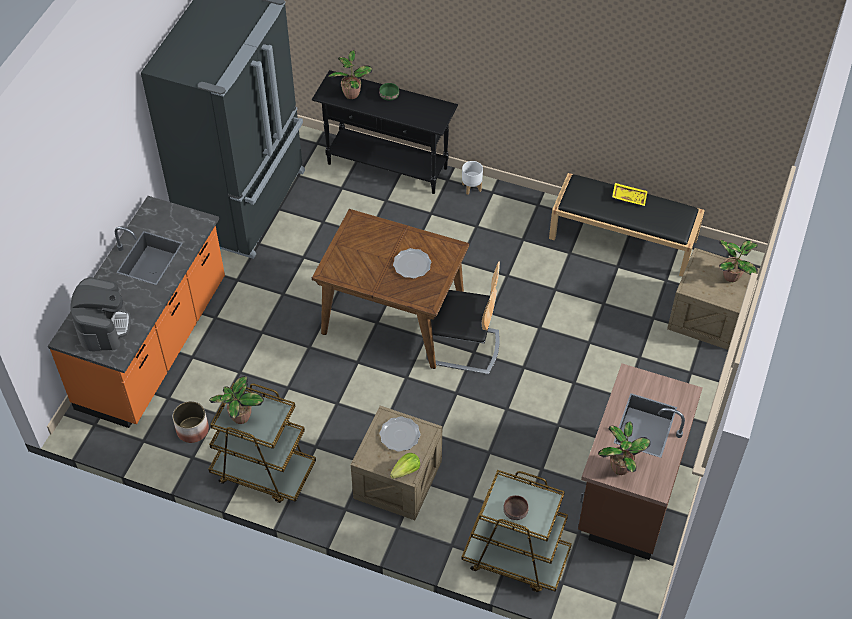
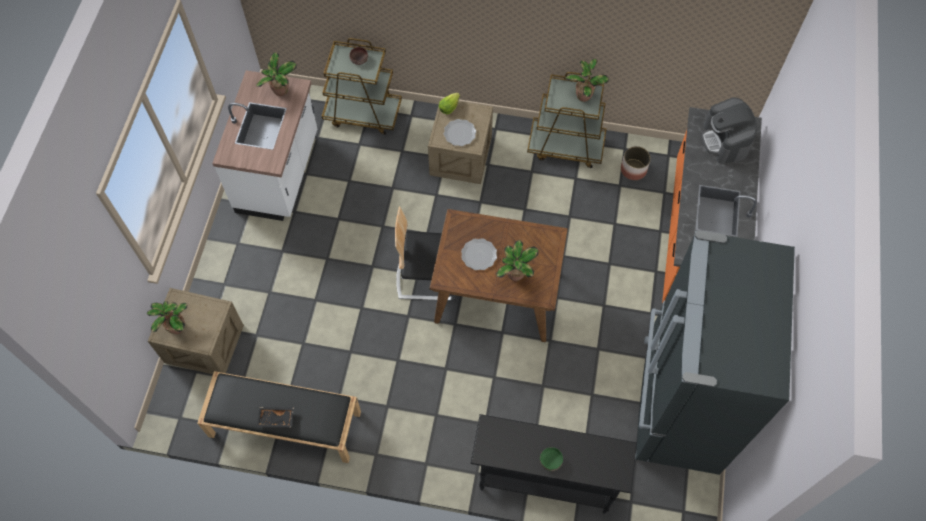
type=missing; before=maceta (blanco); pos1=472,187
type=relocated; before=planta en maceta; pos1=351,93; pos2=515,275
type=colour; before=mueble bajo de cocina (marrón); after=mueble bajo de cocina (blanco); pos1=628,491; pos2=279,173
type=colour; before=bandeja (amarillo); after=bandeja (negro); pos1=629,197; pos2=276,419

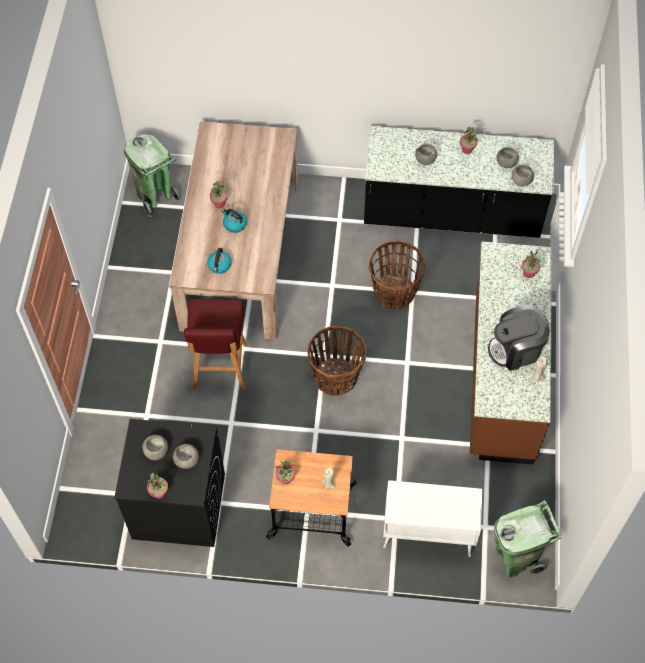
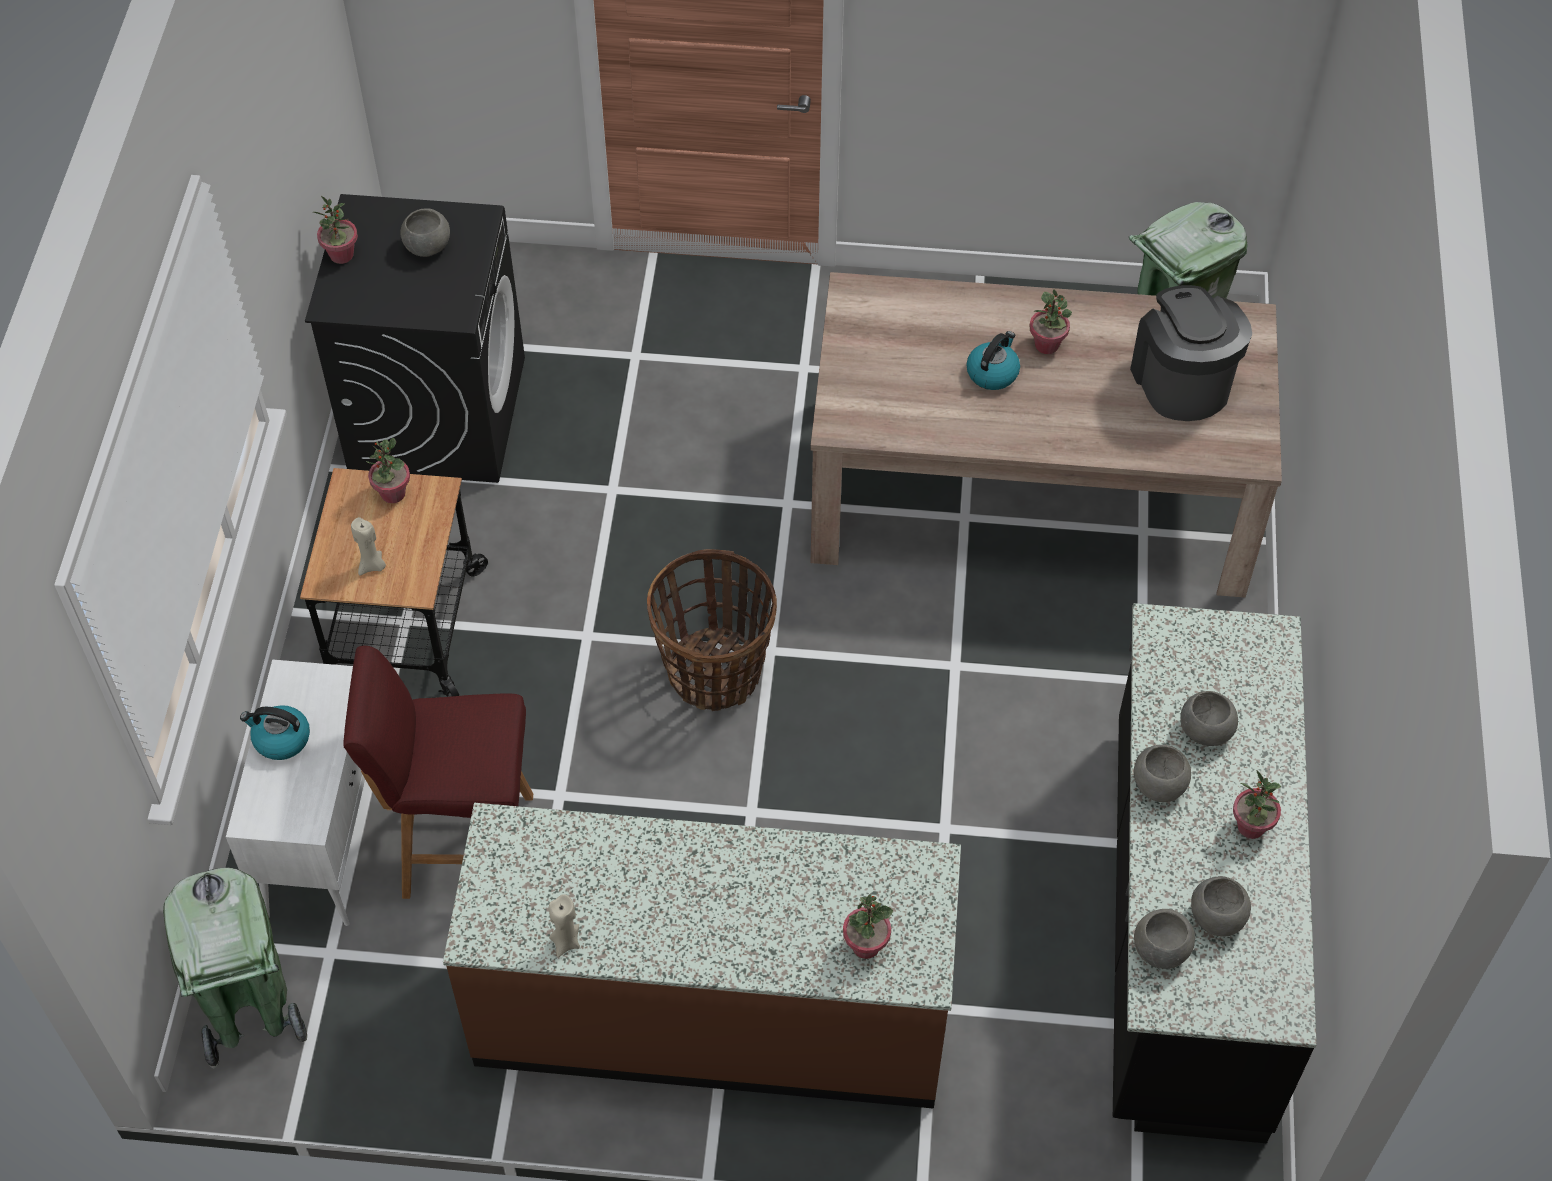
type=missing; before=cesta; pos1=394,293
type=relocated; before=cuenco (gris); pos1=186,461; pos2=1158,785
type=relocated; before=taburete (rojo); pos1=220,367; pos2=463,845
type=relocated; before=hervidor; pos1=219,265; pos2=281,739
type=relocated; before=cafetera; pos1=516,349; pos2=1181,381

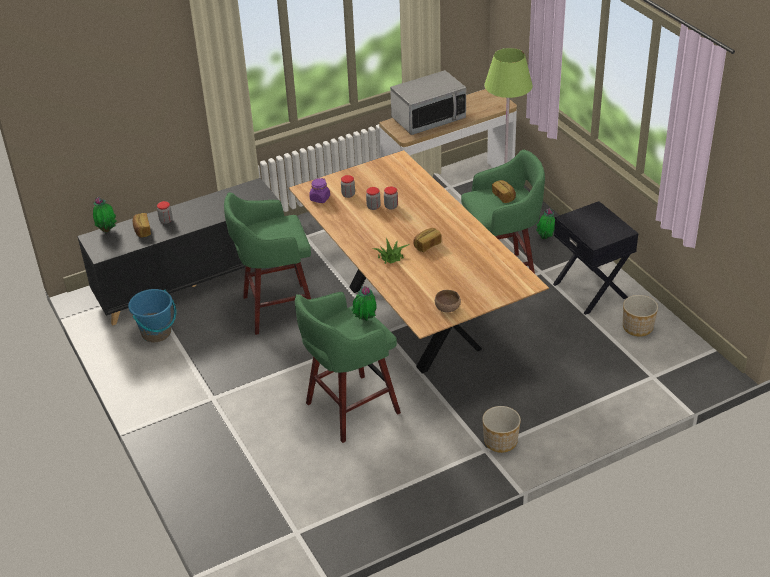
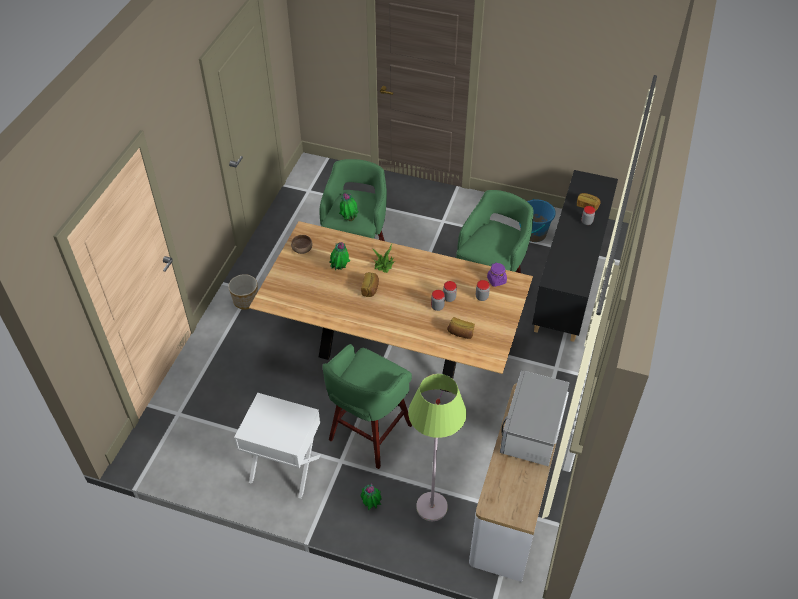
type=missing; before=maceta; pos1=638,327
type=relocated; before=planta en maceta; pos1=107,230; pos2=340,269
type=relocated; before=pan; pos1=504,197; pos2=460,333
type=colour; before=mesita de noche (negro); after=mesita de noche (blanco); pos1=591,290; pos2=284,469

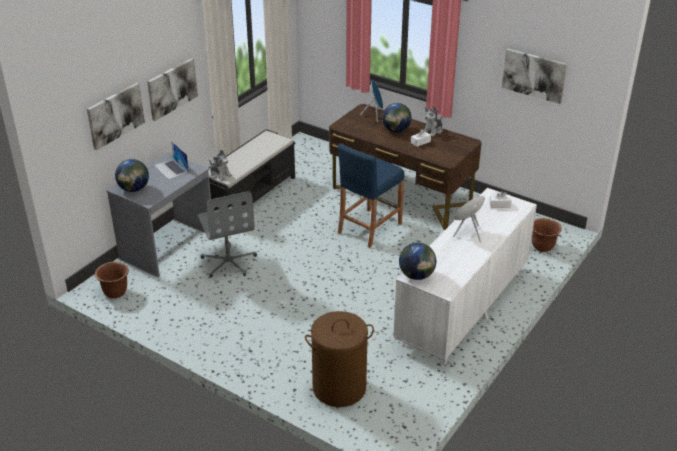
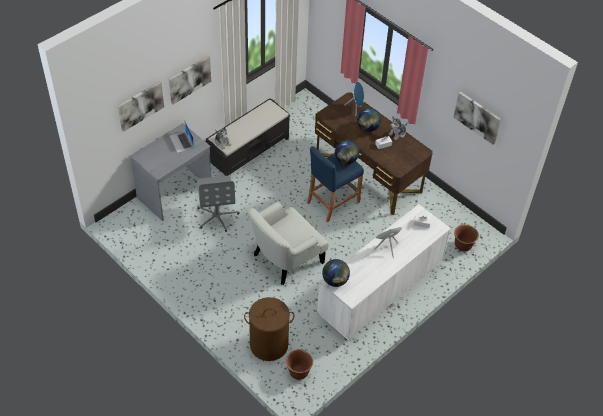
type=appeared; after=sillón (blanco); pos2=286,258
type=relocated; before=maceta (marrón); pos1=115,292; pos2=298,372
type=relocated; before=globo terráqueo; pos1=134,189; pos2=346,160

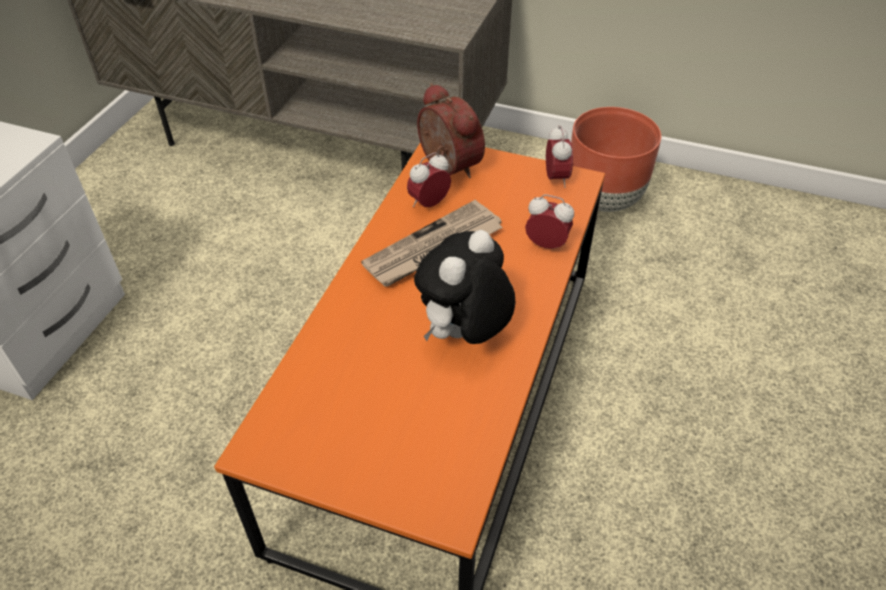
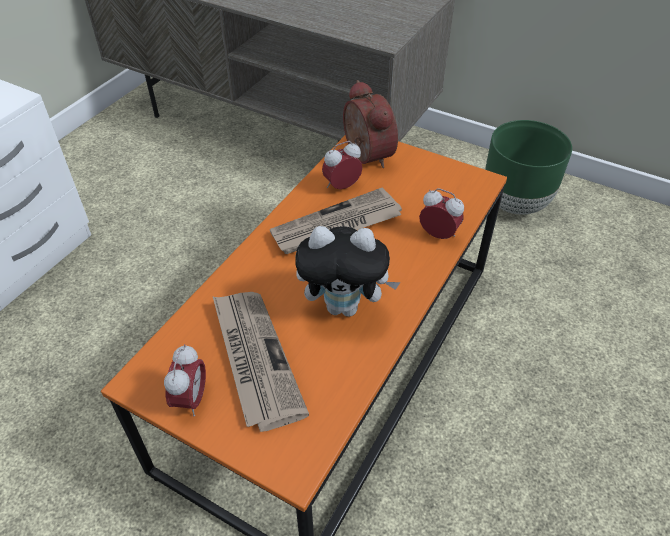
type=appeared; after=periódico; pos2=254,358
type=relocated; before=despertador; pos1=556,178; pos2=191,399
type=colour; before=maceta (marrón); after=maceta (verde); pos1=604,199; pos2=516,203
type=spun; before=peluche; pos1=464,335; pos2=345,306; turn=-135

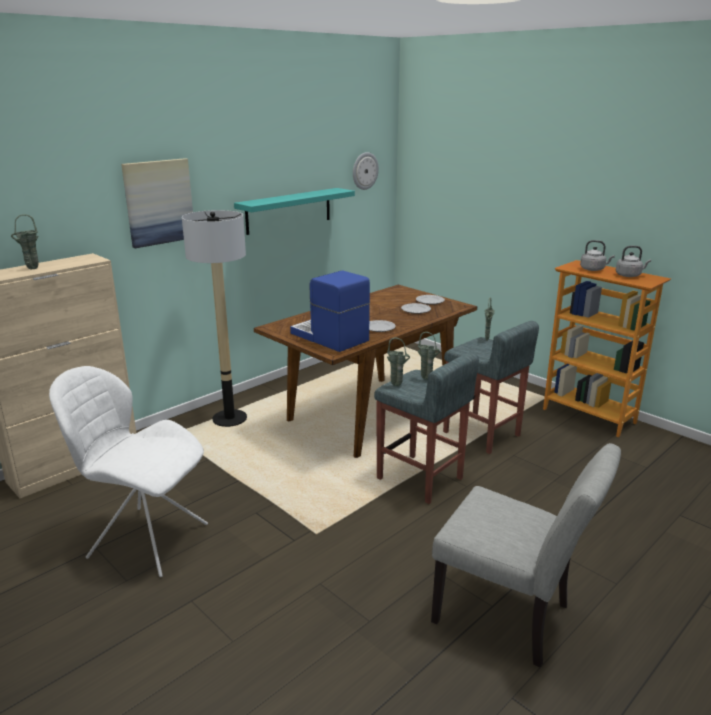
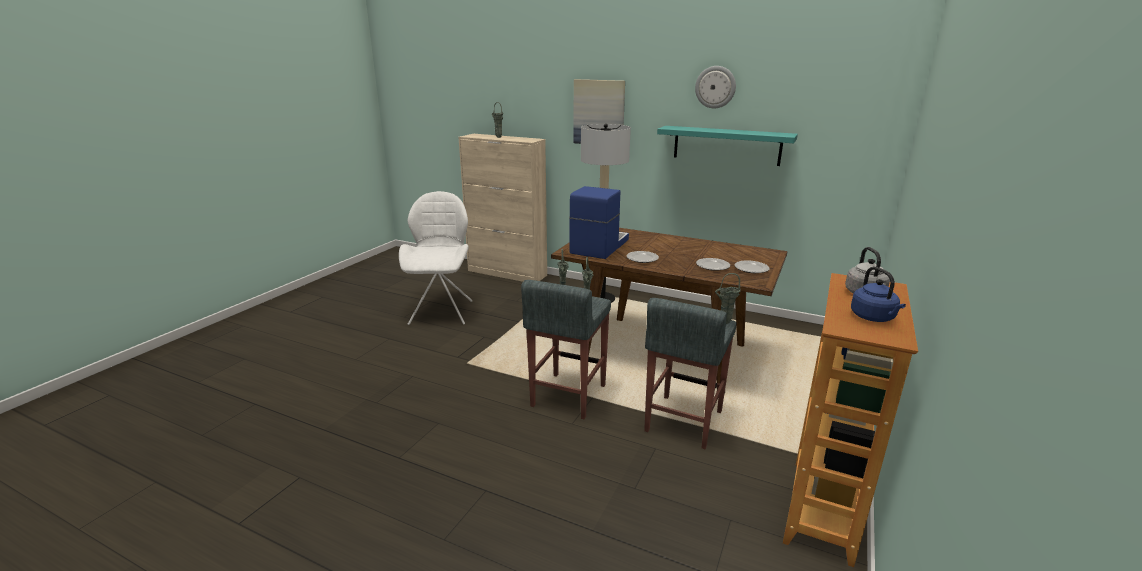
type=missing; before=silla (gris); pos1=511,618
type=relocated; before=reloj de pared; pos1=364,171; pos2=715,87
type=colour; before=hervidor (gris); after=hervidor (azul); pos1=629,275; pos2=874,318

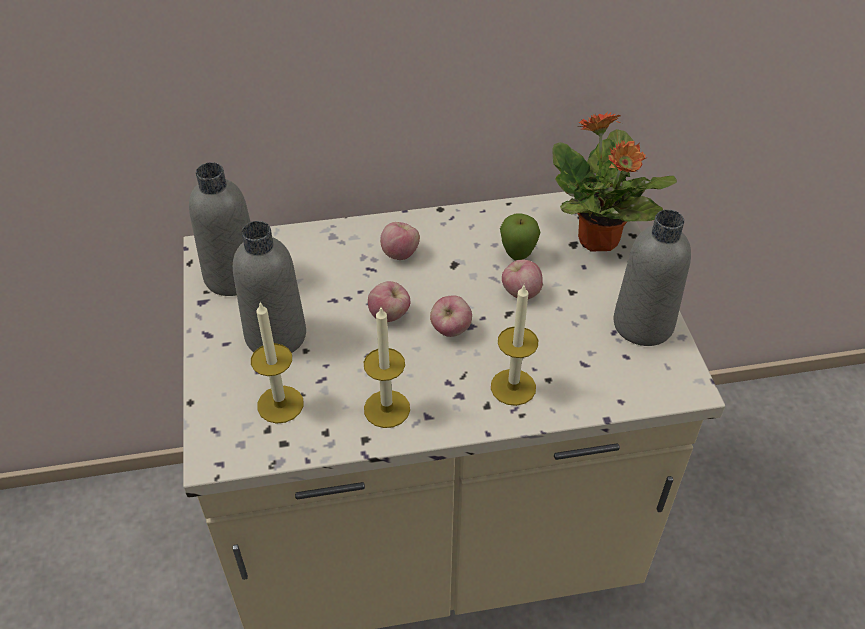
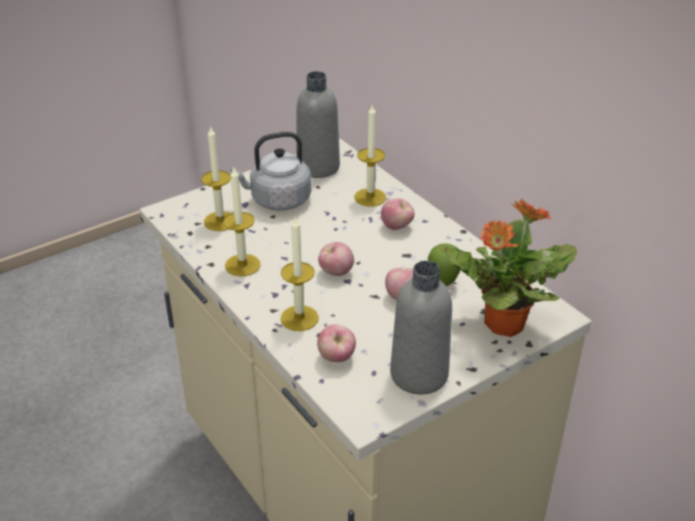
type=appeared; after=vela; pos2=370,197
type=relocated; before=manzana; pos1=389,315; pos2=336,358
type=exchanged; before=botella (gris); after=hervidor (gris); pos1=275,335; pos2=277,200

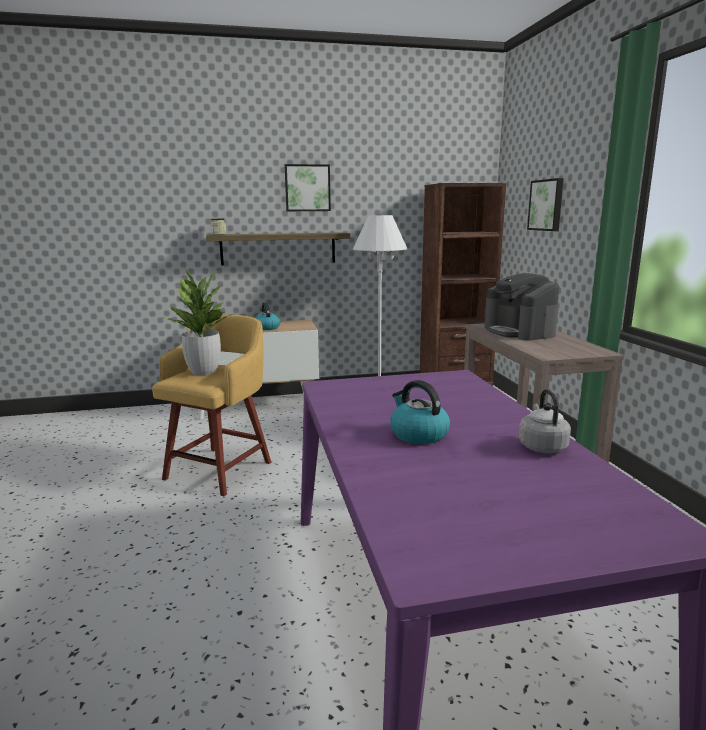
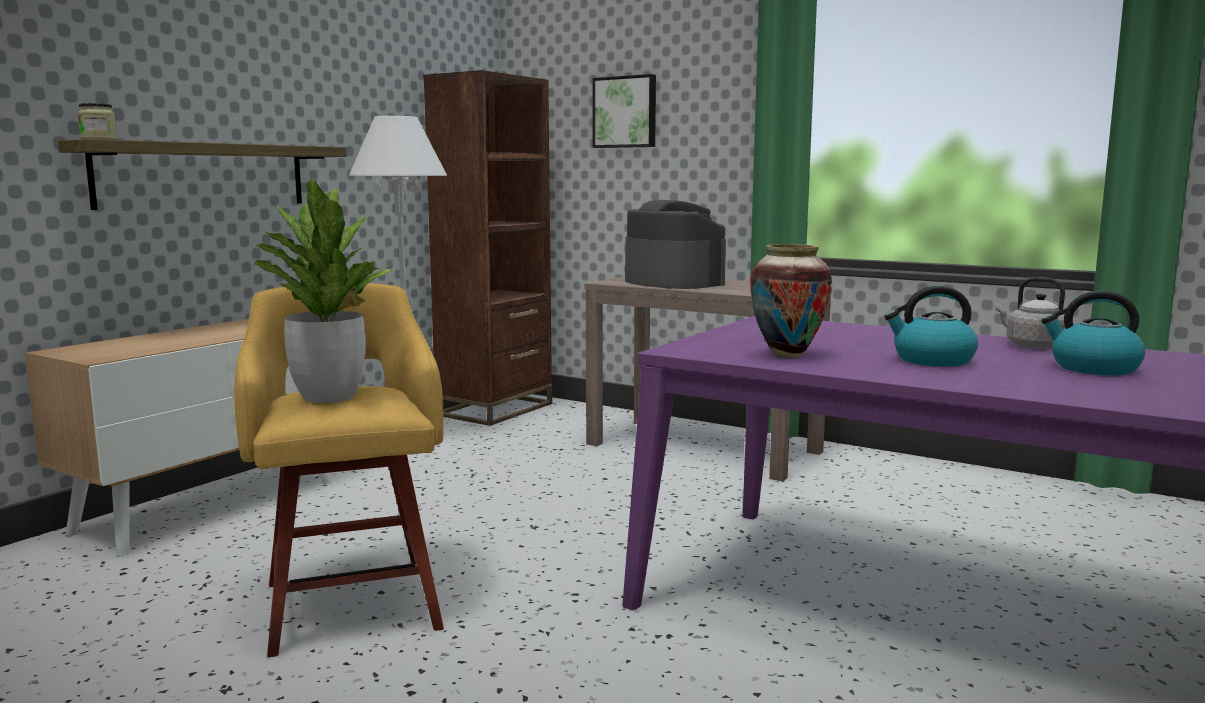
type=missing; before=cuadro; pos1=307,188
type=appeared; after=florero; pos2=787,355
type=relocated; before=hervidor; pos1=266,328; pos2=1093,368
type=spun; before=cafetera; pos1=519,332; pos2=672,282; turn=-150

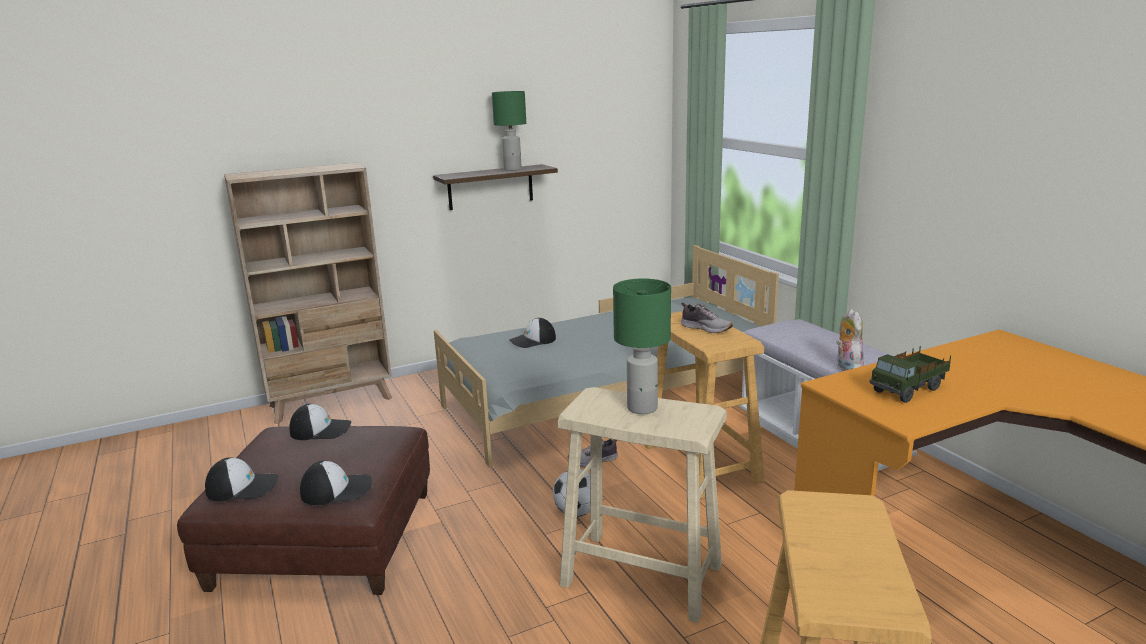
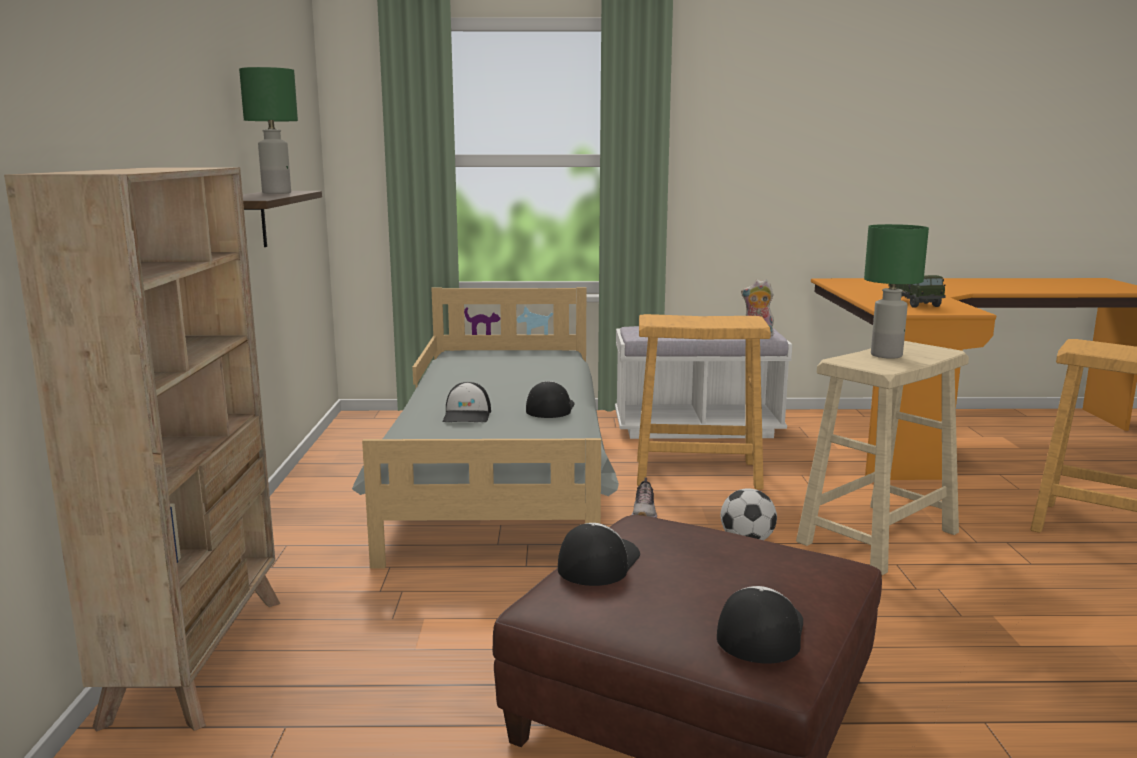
type=missing; before=zapato; pos1=706,328
type=relocated; before=gorra; pos1=337,489; pos2=549,408

